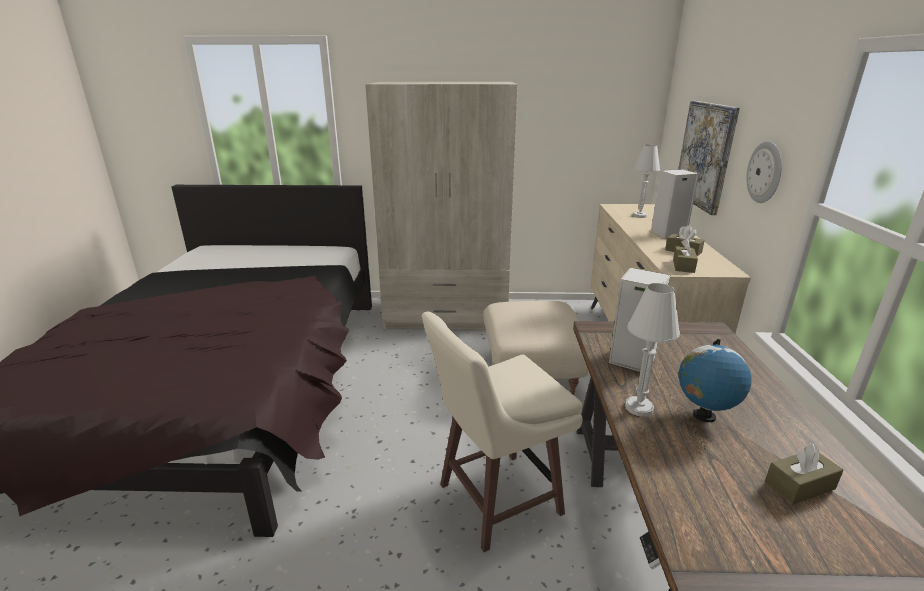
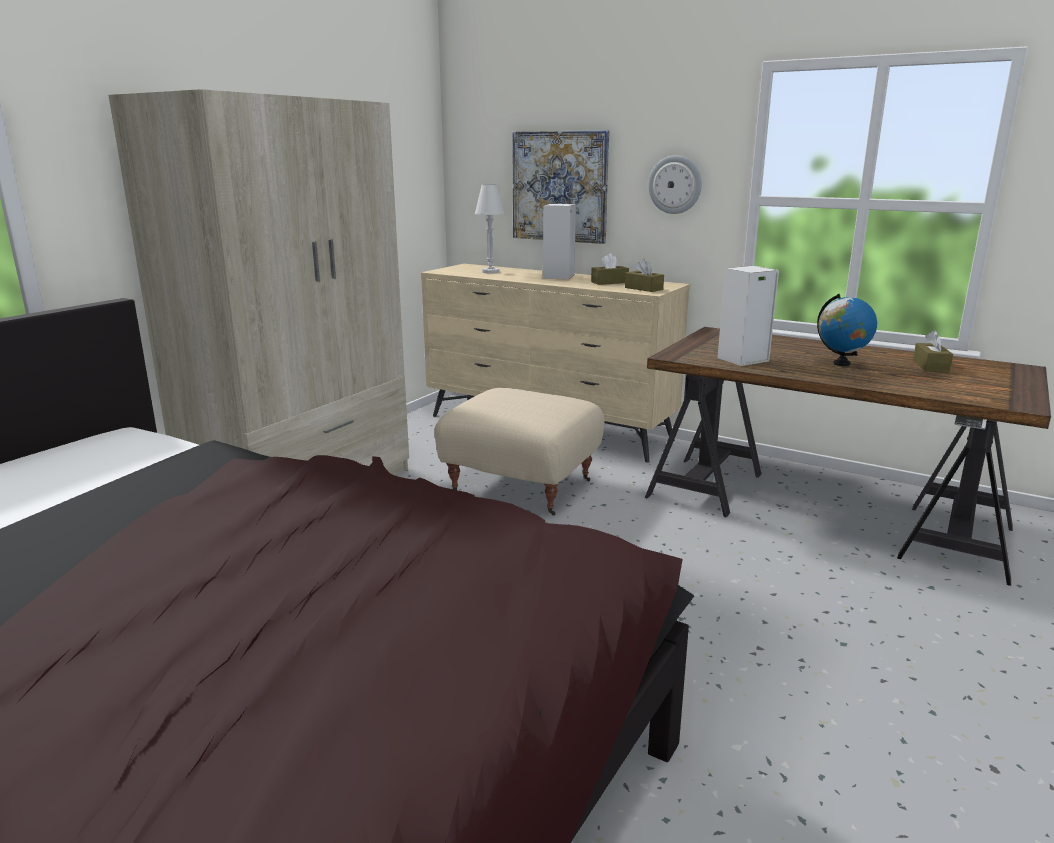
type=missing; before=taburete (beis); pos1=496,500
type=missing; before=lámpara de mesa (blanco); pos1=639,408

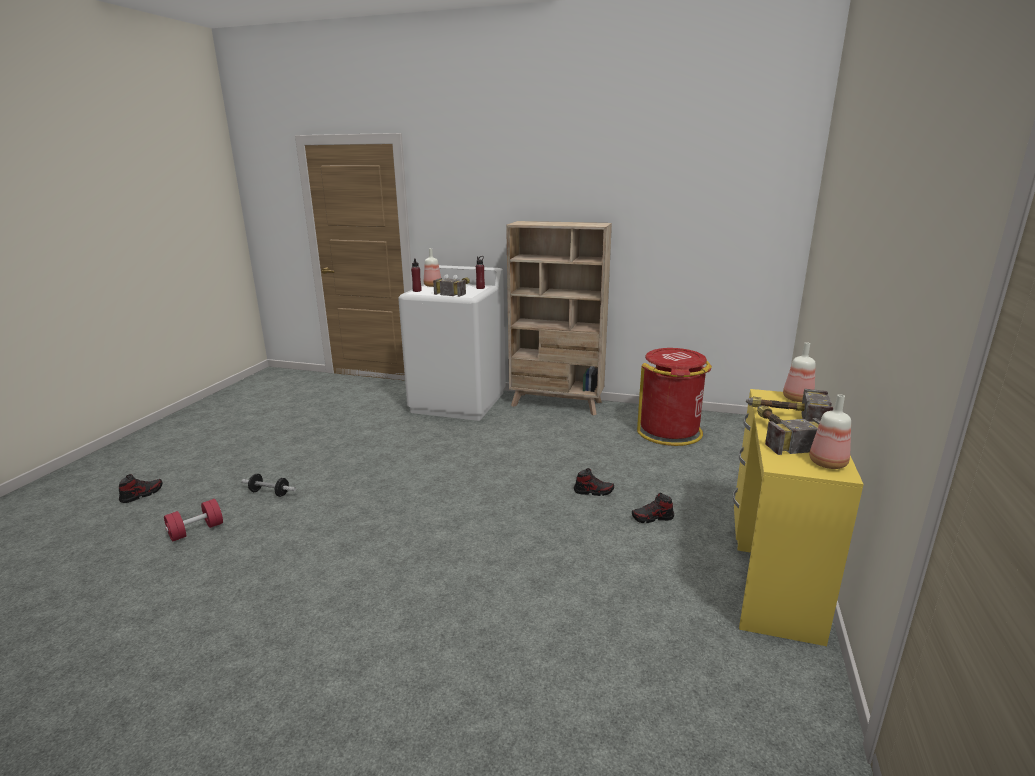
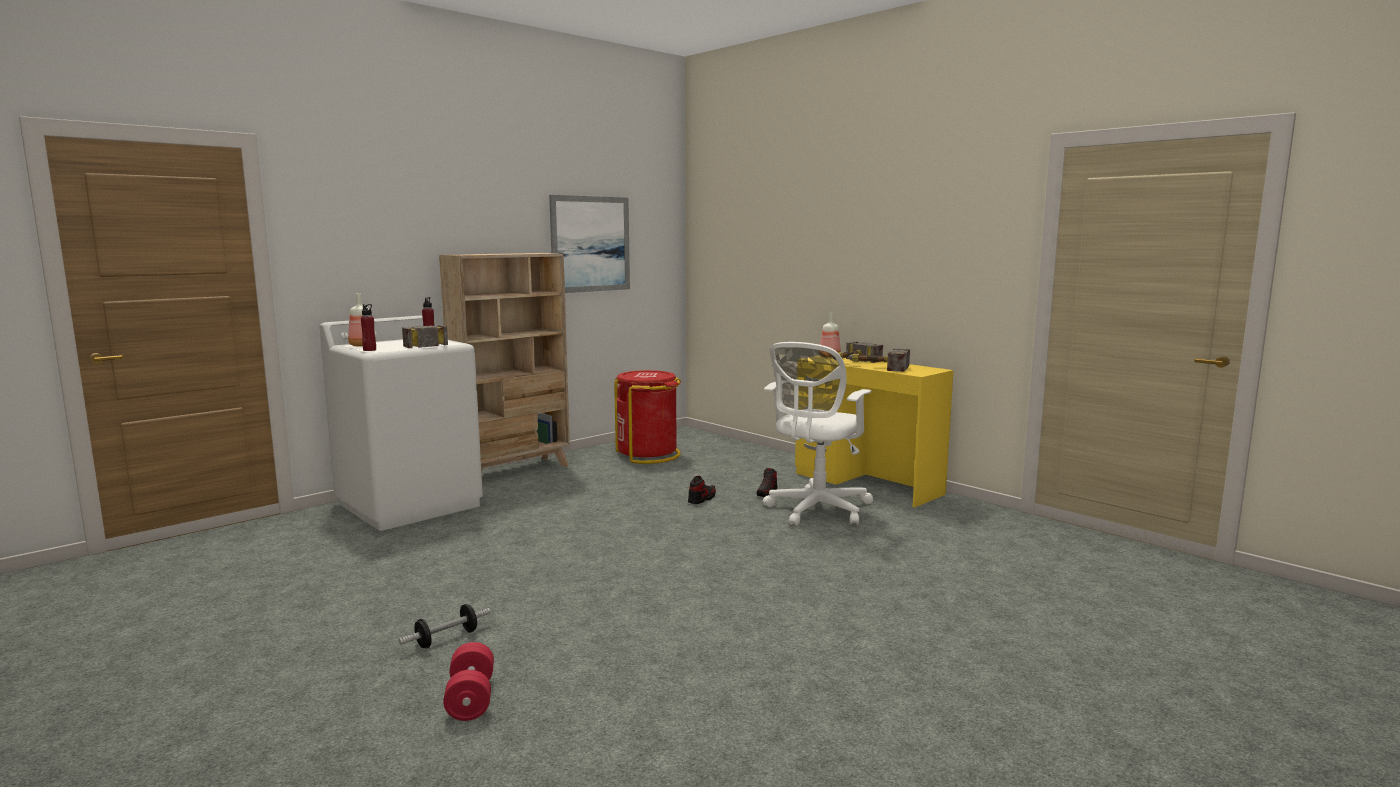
type=missing; before=zapato; pos1=142,494
type=missing; before=botella; pos1=827,463
type=appeared; after=cuadro; pos2=590,244
type=appeared; after=silla de oficina (blanco); pos2=816,511

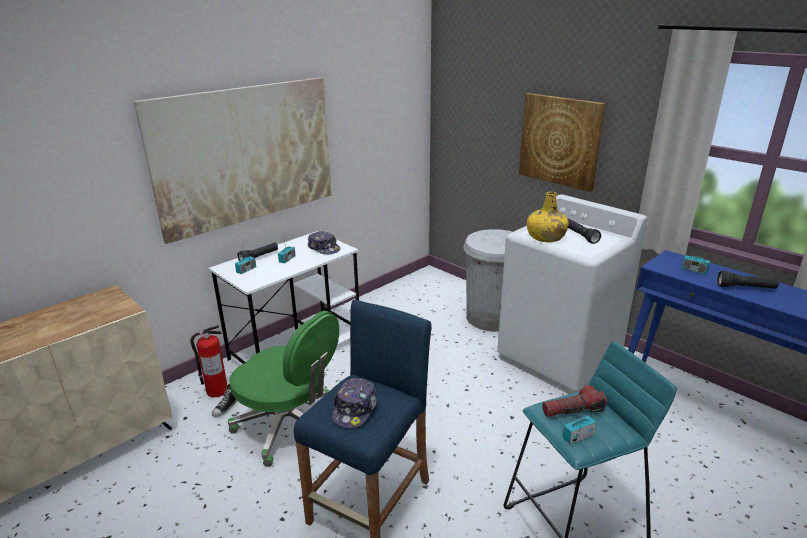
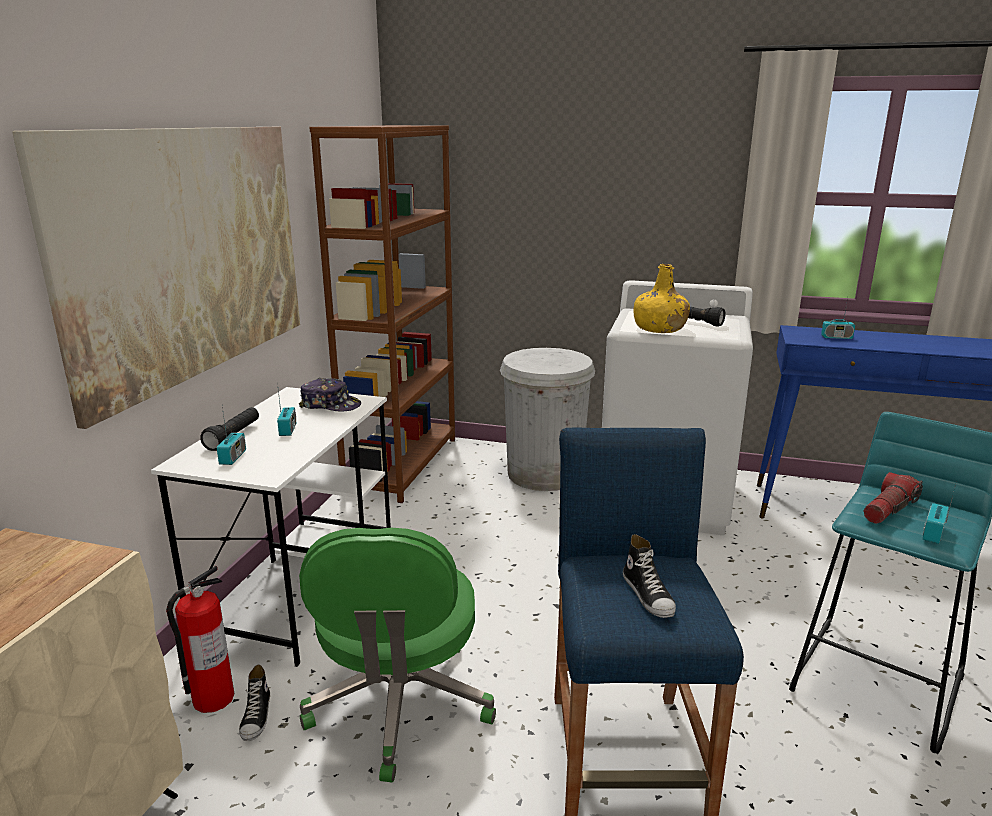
type=missing; before=cuadro; pos1=560,141
type=missing; before=linterna (negro); pos1=745,288
type=appeared; after=estantería (marrón); pos2=402,465
type=exchanged; before=gorra; after=zapato; pos1=355,409; pos2=648,595
type=spun; before=silla de oficina (verde); pos1=289,427; pos2=400,705; turn=90

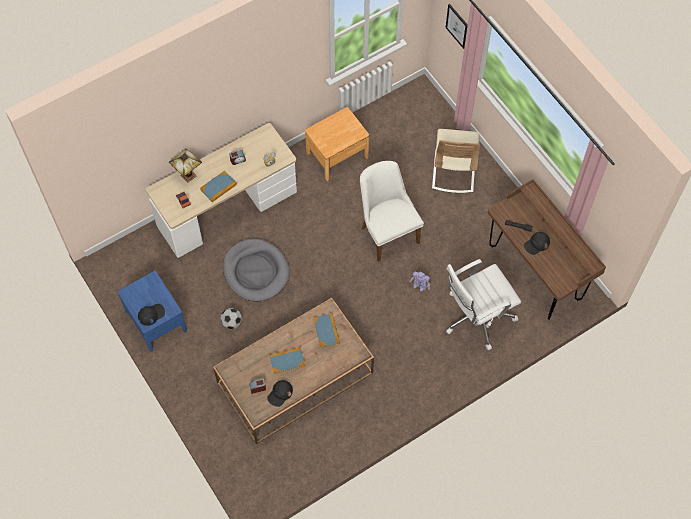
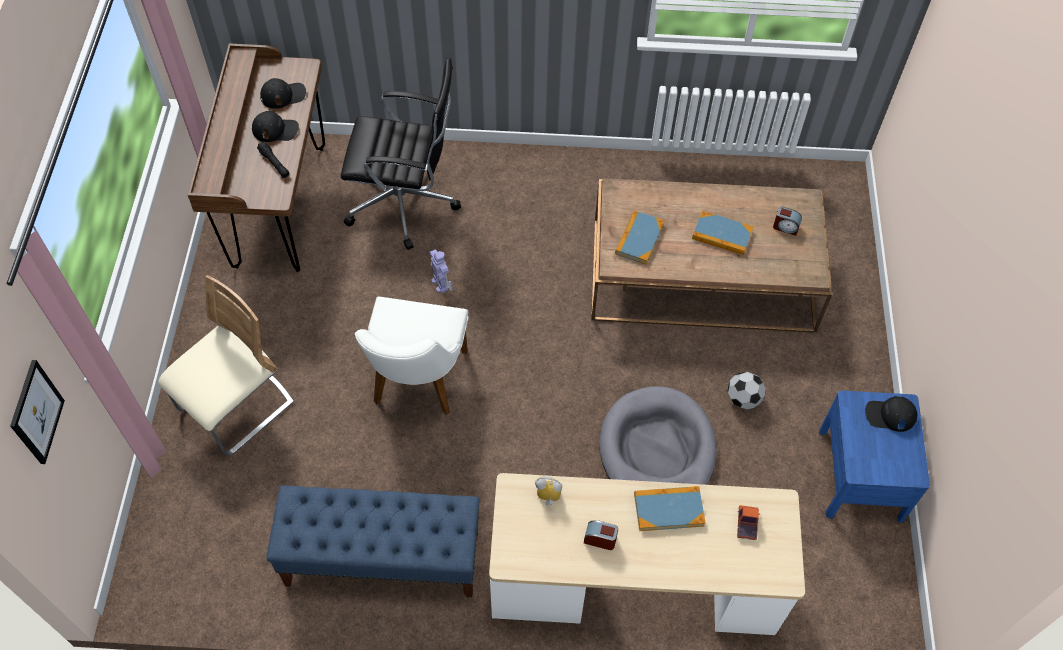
type=missing; before=lámpara de mesa; pos1=188,176
type=relocated; before=gorra (negro); pos1=280,394; pos2=283,95
type=exchanged; before=mesita de noche (marrón); after=banco (azul); pos1=337,155; pos2=382,559
type=colour; before=silla de oficina (blanco); after=silla de oficina (negro); pos1=476,317; pos2=405,203

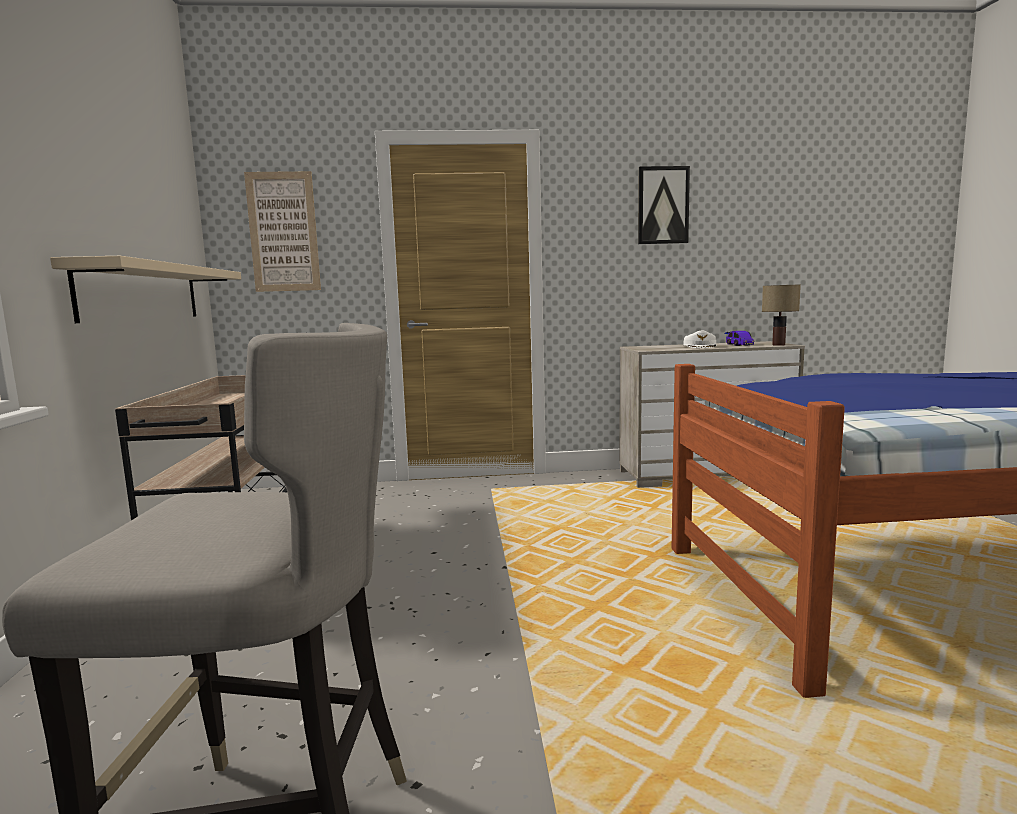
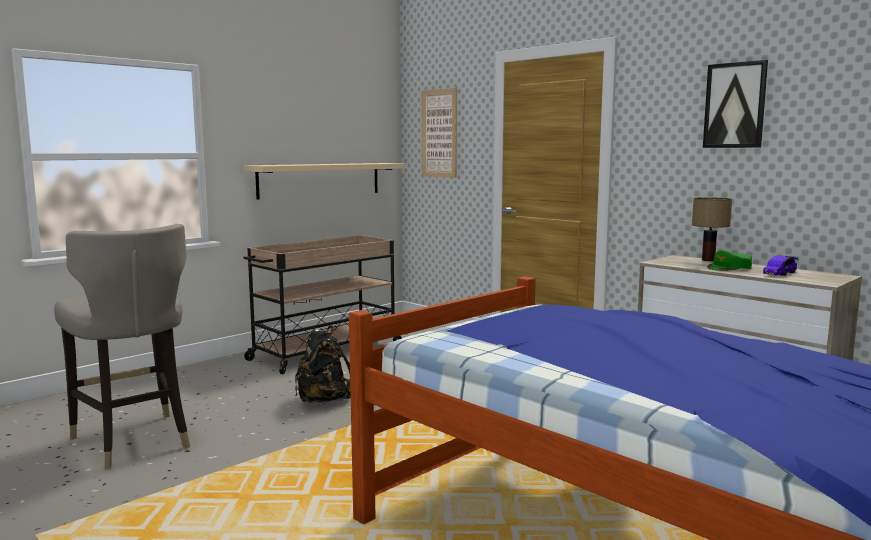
type=appeared; after=mochila (negro); pos2=323,400
type=relocated; before=lámpara de mesa; pos1=779,345; pos2=708,260
type=colour; before=gorra (blanco); after=gorra (verde); pos1=700,346; pos2=729,267

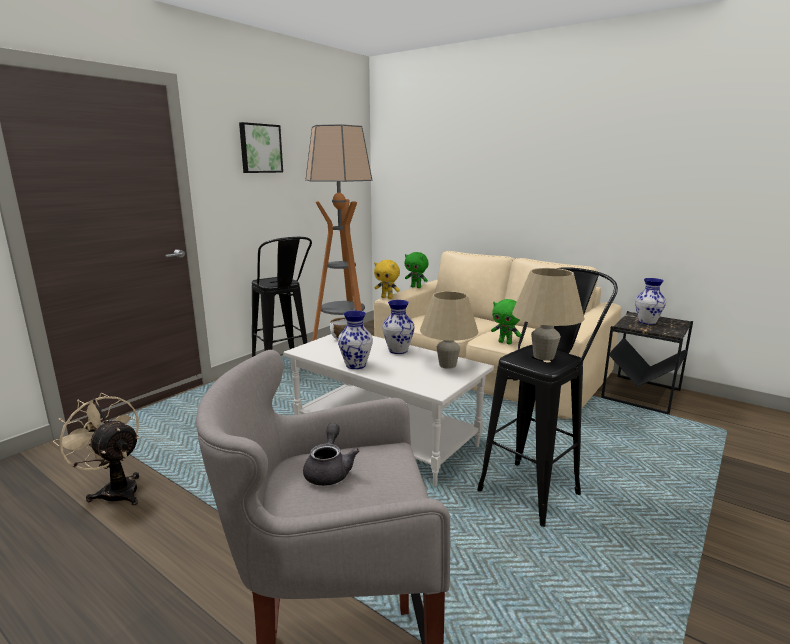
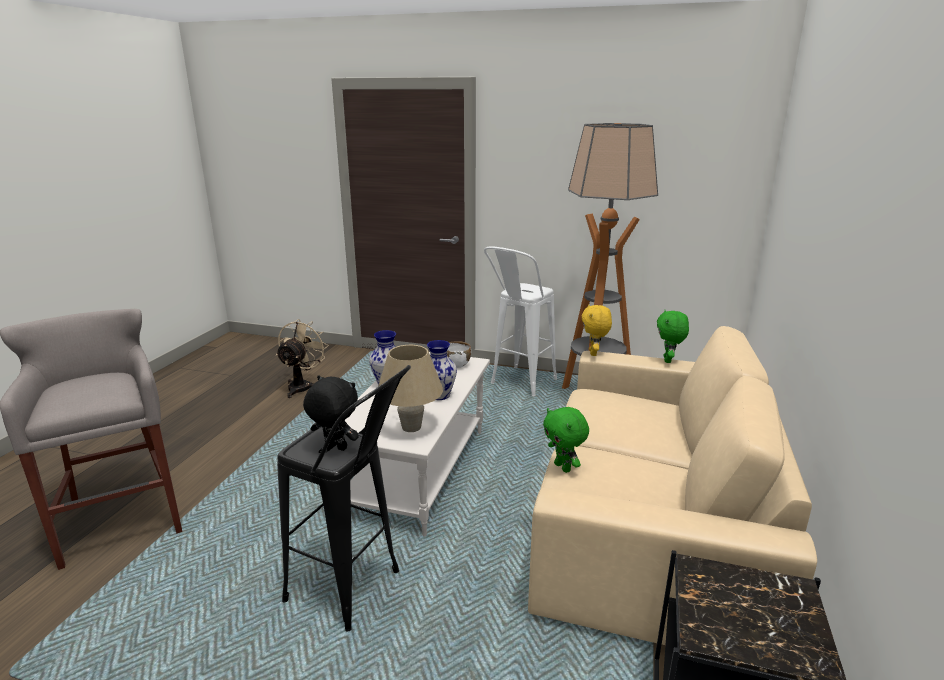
type=missing; before=cuadro; pos1=260,148
type=missing; before=tetera (gris); pos1=329,470
type=missing; before=florero; pos1=646,322
type=exchanged; before=lámpara de mesa (beis); after=peluche (negro); pos1=543,356; pos2=335,448
type=colour; before=taburete (negro); after=taburete (blanco); pos1=285,372; pos2=518,385
type=spun; before=peluche (verde); pos1=505,342; pos2=563,467; turn=-45

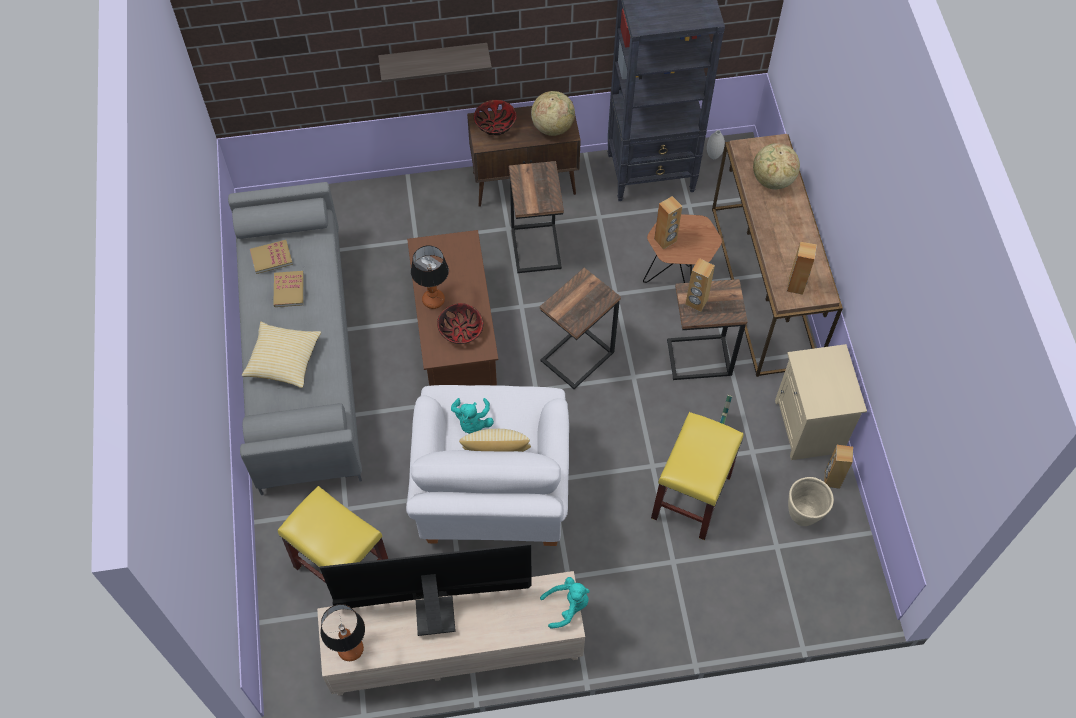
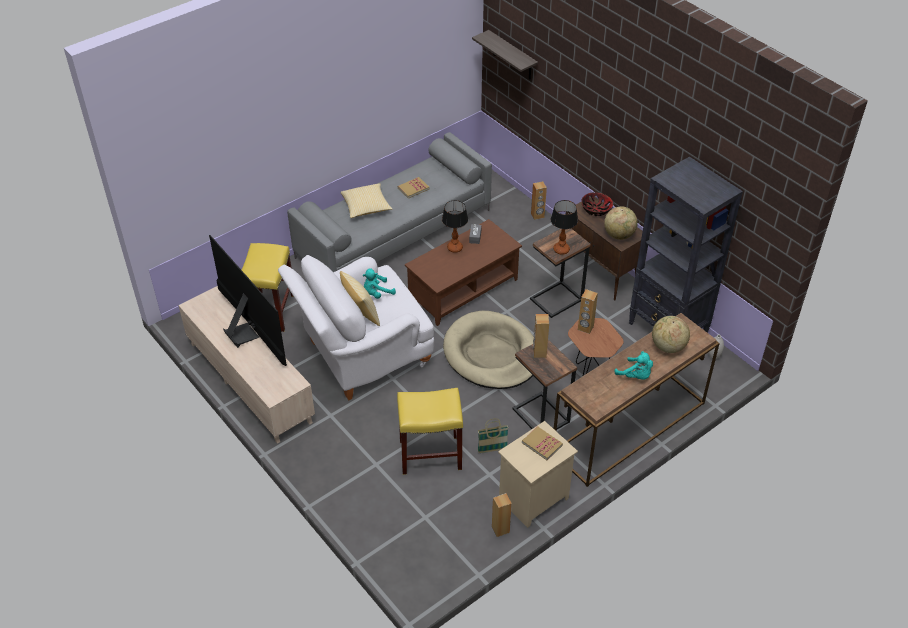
type=missing; before=cuenco; pos1=461,330
type=missing; before=maceta (beis); pos1=803,515
type=relocated; before=libro; pos1=271,257; pos2=542,444
type=relocated; before=lámpara de mesa; pos1=350,649; pos2=561,249
type=relocated; before=estante; pos1=434,61; pos2=512,56
type=relocated; before=peluche (turquesa); pos1=567,606; pos2=635,376
type=relocated; before=altavoz (marrón); pos1=796,285; pos2=537,215
type=exchanged; before=mesa auxiliar; after=cama para perro (beis); pos1=578,357; pos2=491,354

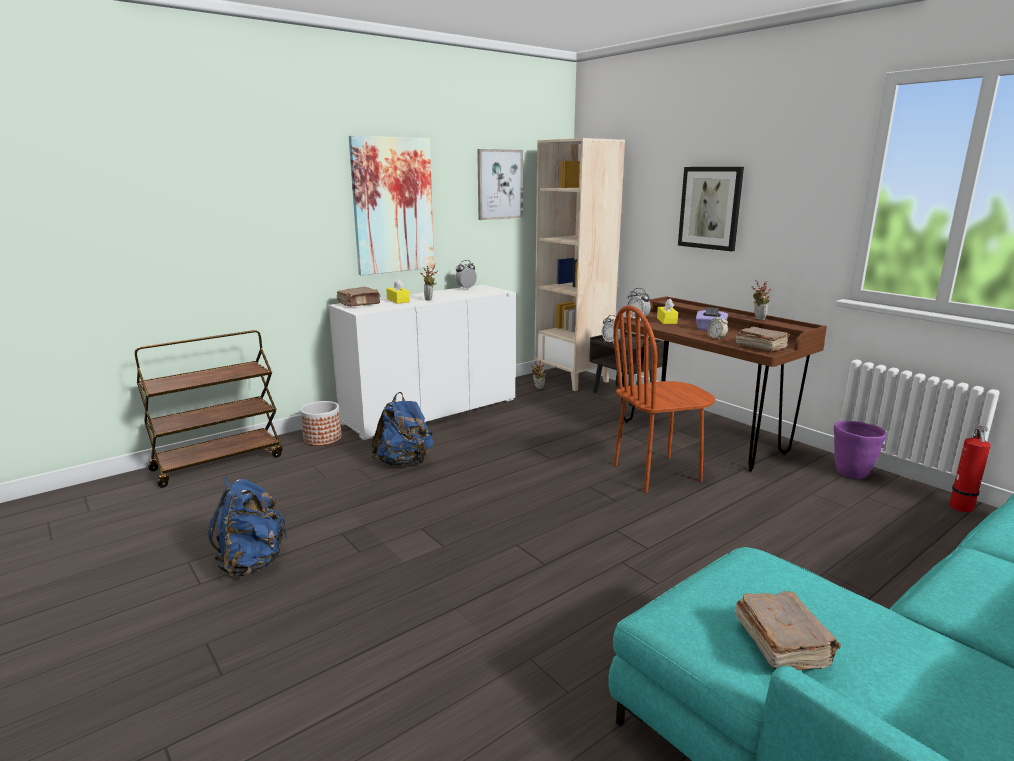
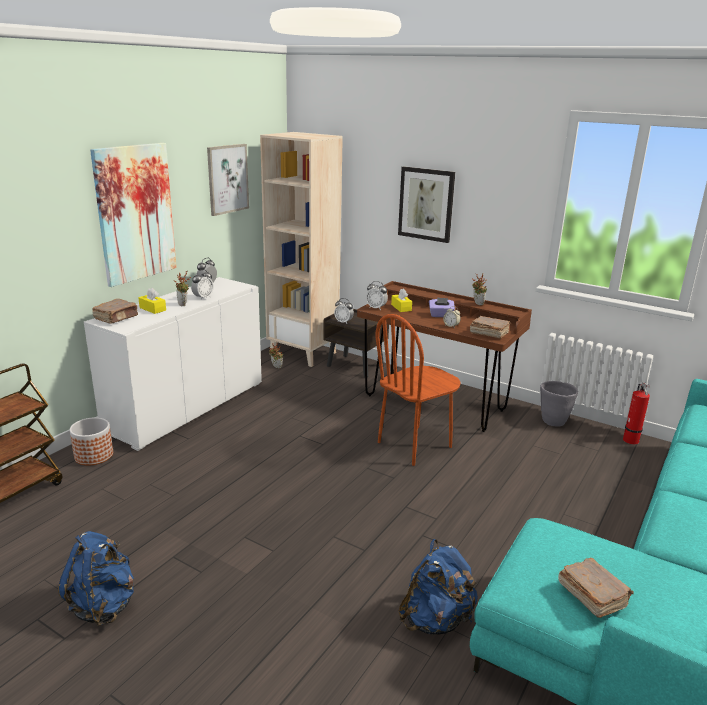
type=appeared; after=despertador; pos2=203,298
type=relocated; before=mochila (azul); pos1=404,462; pos2=436,620
type=colour; before=maceta (morado); after=maceta (gris); pos1=851,473; pos2=553,421

